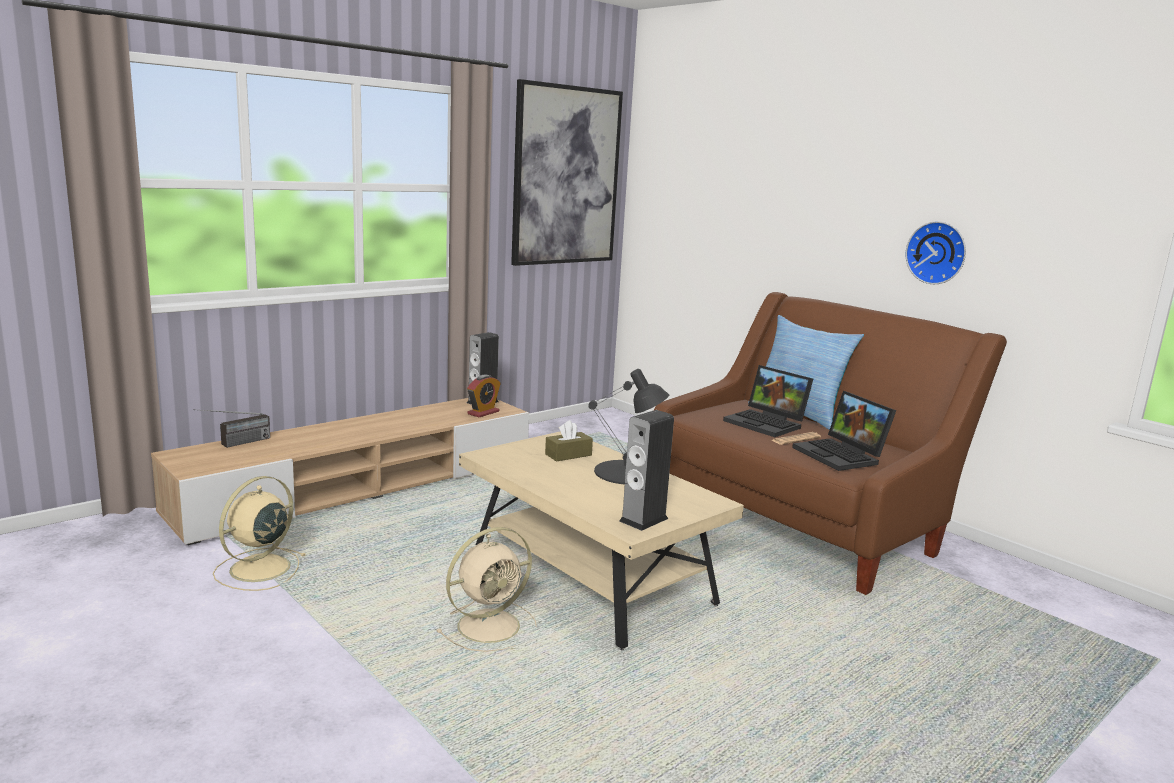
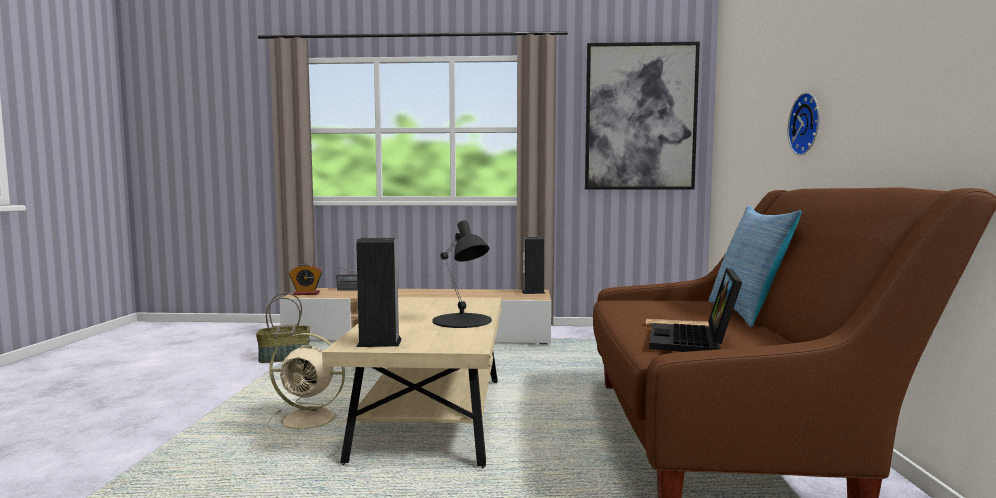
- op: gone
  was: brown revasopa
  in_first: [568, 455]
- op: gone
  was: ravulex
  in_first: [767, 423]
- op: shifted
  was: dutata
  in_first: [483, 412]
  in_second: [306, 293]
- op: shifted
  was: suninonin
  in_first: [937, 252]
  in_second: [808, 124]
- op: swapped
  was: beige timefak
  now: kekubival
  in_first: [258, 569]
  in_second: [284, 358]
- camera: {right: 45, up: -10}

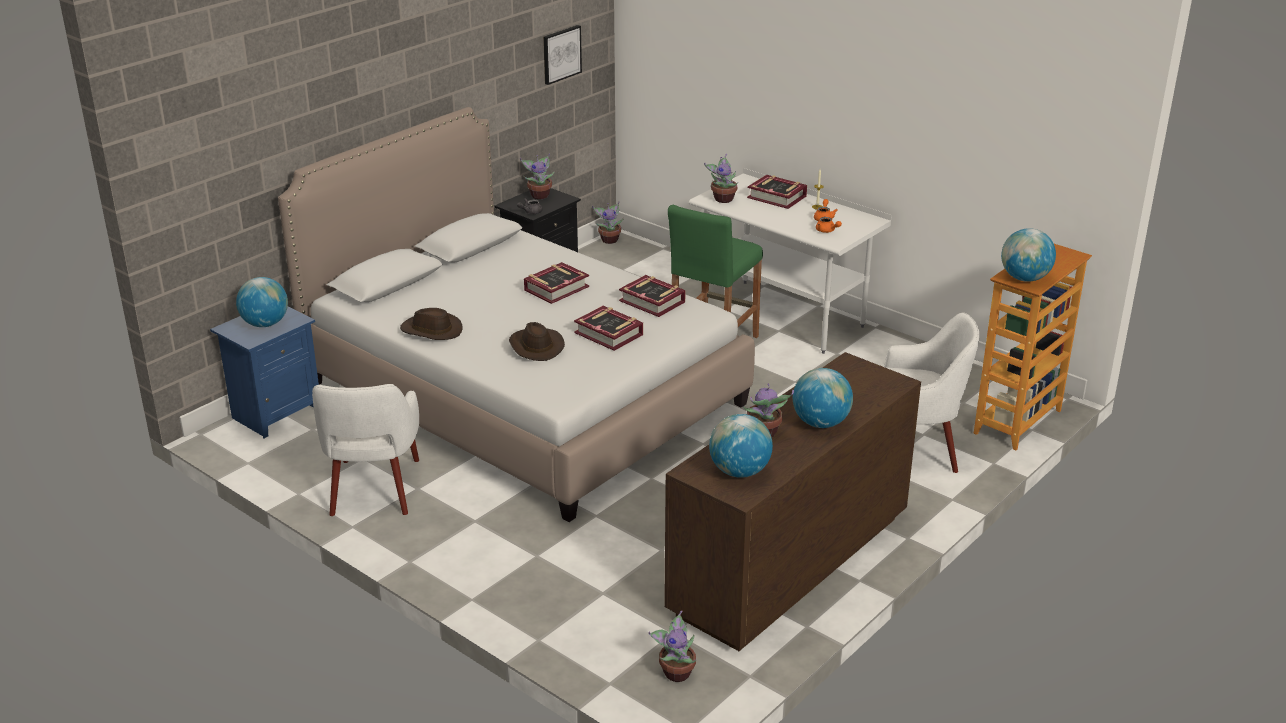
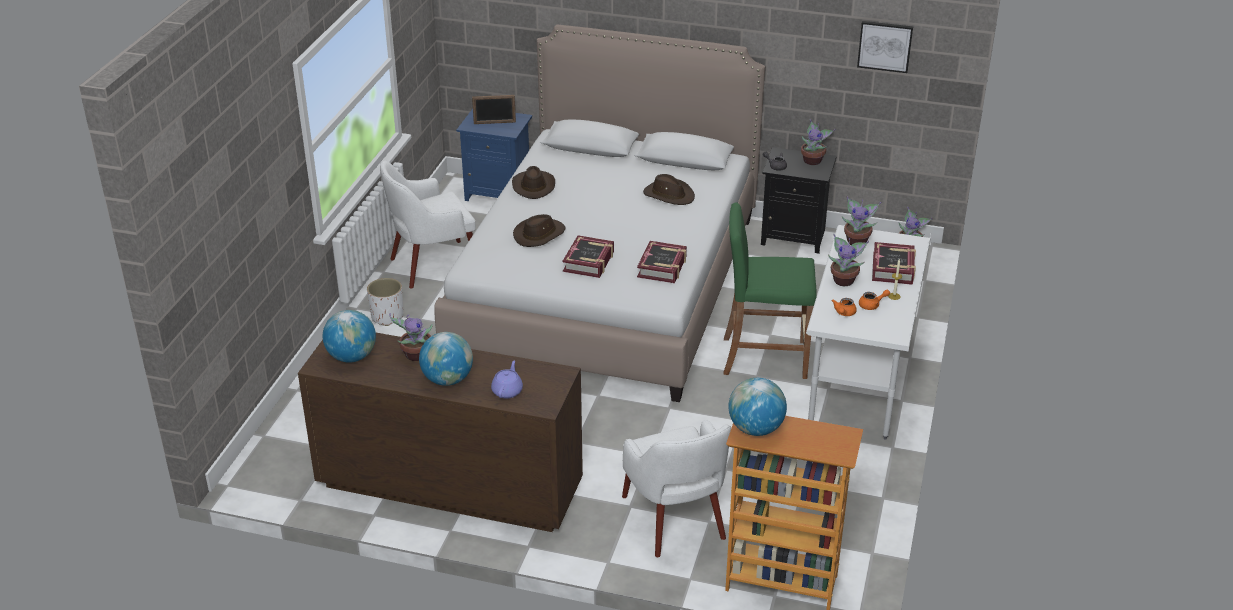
- op: gone
  was: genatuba
  in_first: [556, 288]
- op: new
  now: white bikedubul
  in_second: [387, 317]
- op: new
  now: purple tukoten
  in_second: [507, 391]
- op: new
  now: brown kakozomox
  in_second: [669, 195]
- op: shifted
  was: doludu
  in_first: [676, 672]
  in_second: [844, 280]
- op: swapped
  was: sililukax
  now: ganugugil
  in_first: [265, 324]
  in_second: [494, 123]
- camera: {right: 65, up: 5}

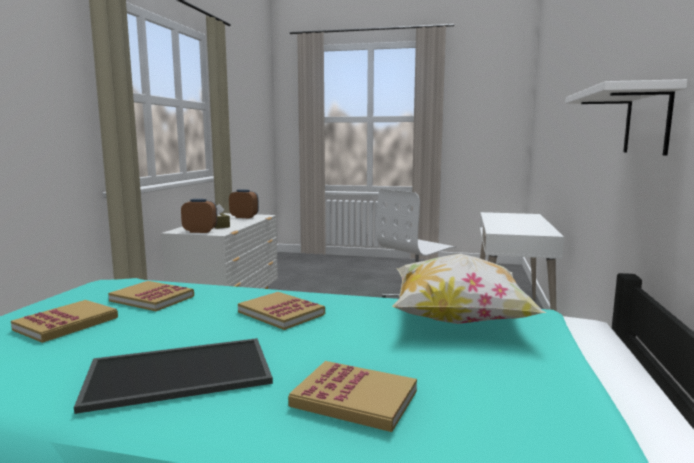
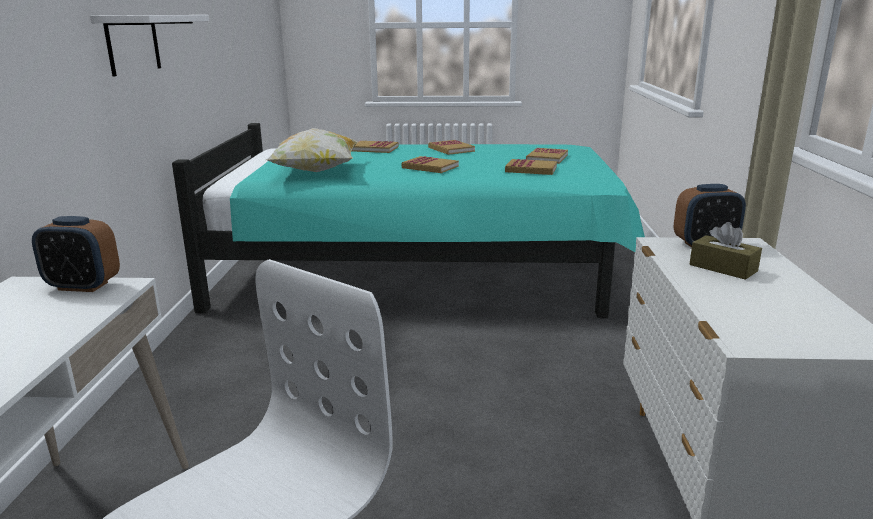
- op: shifted
  was: dutata
  in_first: [244, 217]
  in_second: [83, 286]
- op: swapped
  was: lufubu
  now: genatuba
  in_first: [177, 375]
  in_second: [451, 149]
- camera: {right: 170, up: 10}

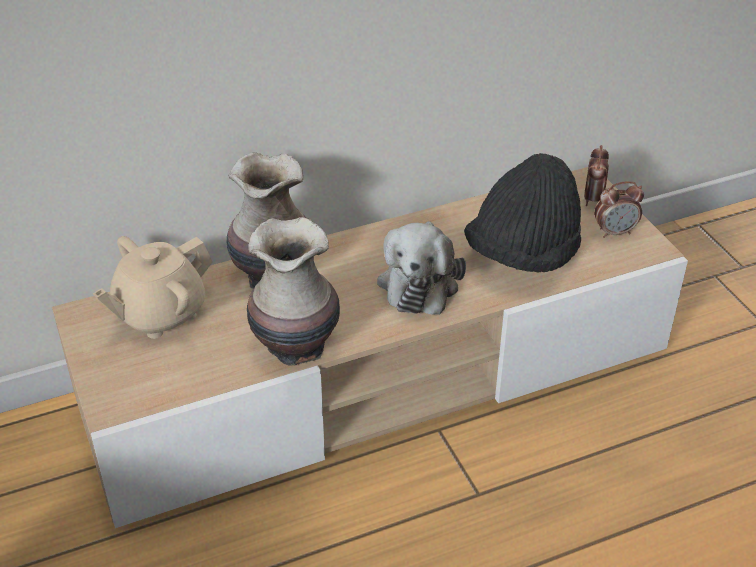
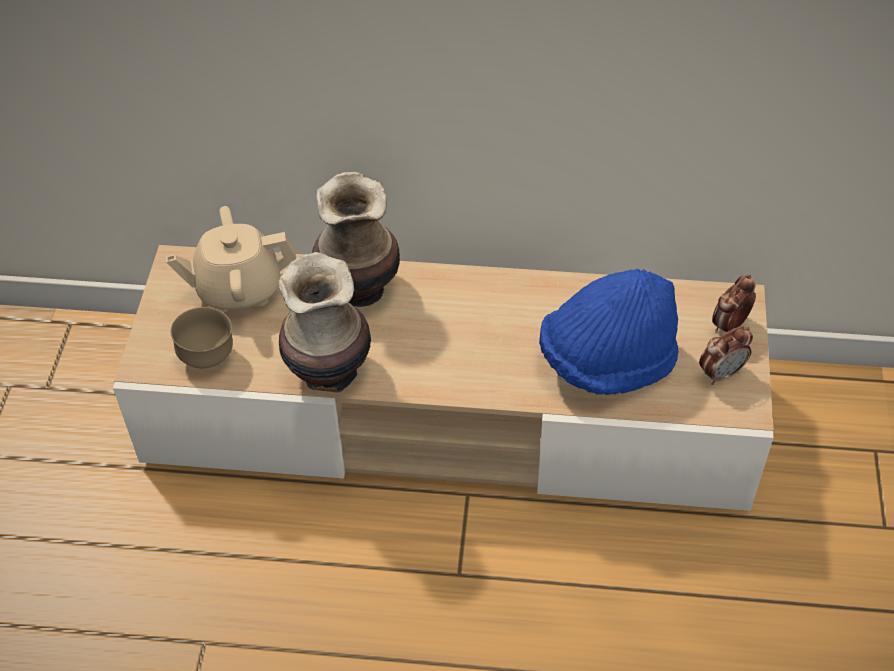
- op: gone
  was: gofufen
  in_first: [419, 282]
- op: new
  now: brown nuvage
  in_second: [208, 357]
- op: repainted
  was: black kakozomox
  now: blue kakozomox
  in_first: [523, 254]
  in_second: [607, 361]
- op: rotated
  was: dutata
  in_first: [615, 232]
  in_second: [721, 373]
  clockwise: -45
- camera: {right: 30, up: 10}

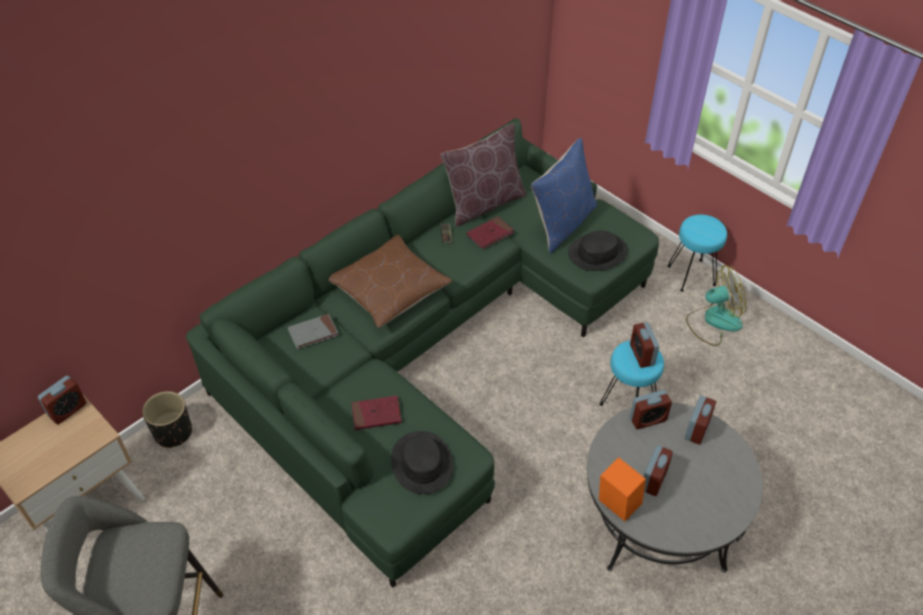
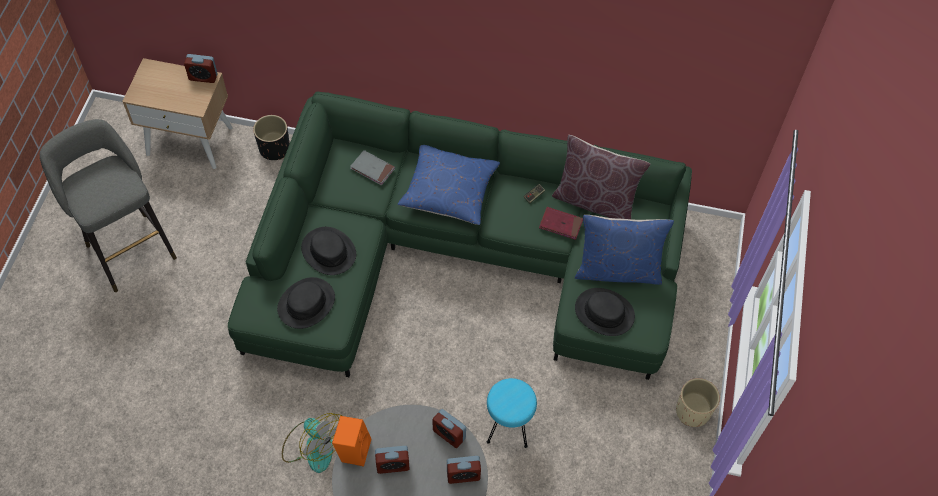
- op: gone
  was: dutata
  in_first: [642, 355]
- op: shifted
  was: timefak
  in_first: [713, 321]
  in_second: [313, 446]
- op: swapped
  was: red genatuba
  now: black kakozomox
  in_first: [376, 414]
  in_second: [329, 251]
- op: swapped
  was: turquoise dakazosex
  now: beige bikedubul
  in_first: [692, 275]
  in_second: [693, 411]
- op: repainted
  was: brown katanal
  now: blue katanal
  in_first: [390, 290]
  in_second: [449, 191]
- camera: {right: 55, up: 10}

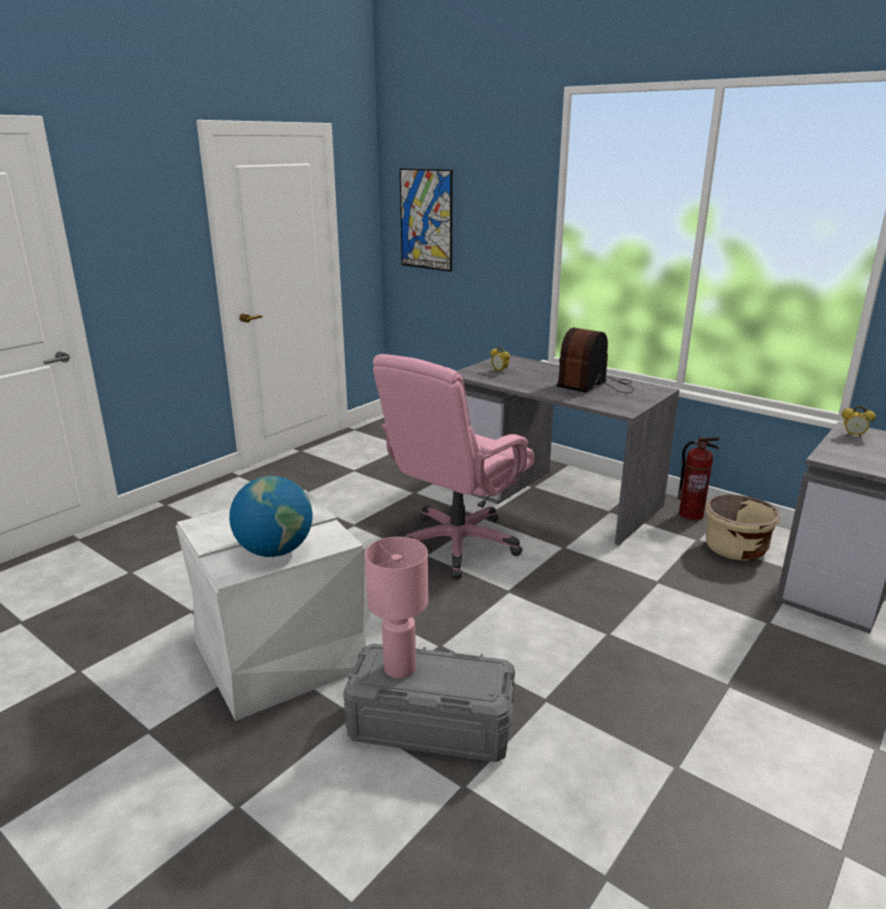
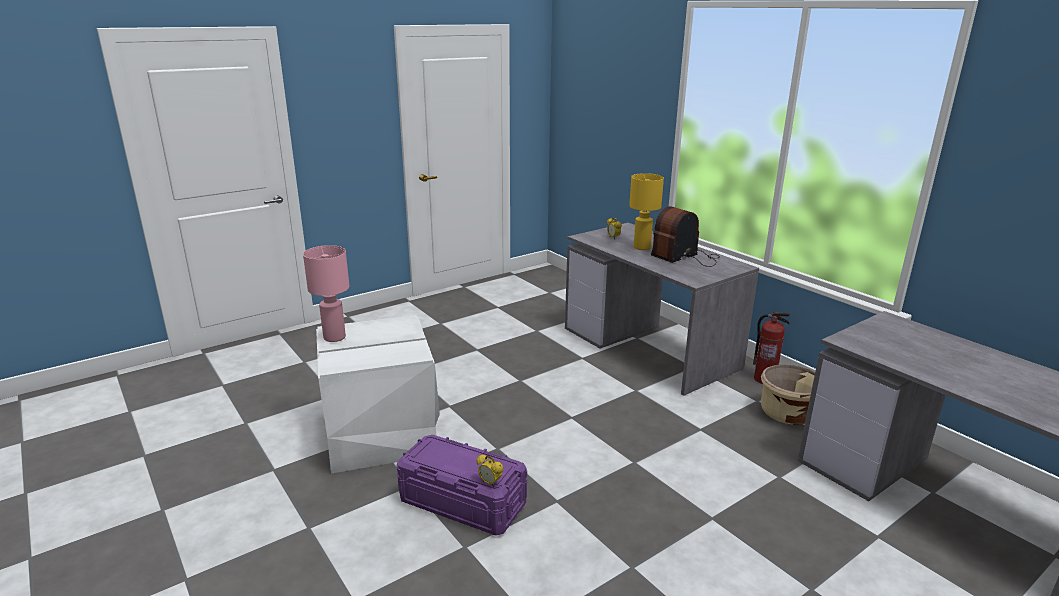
- op: gone
  was: sililukax
  in_first: [274, 551]
- op: gone
  was: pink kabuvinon
  in_first: [457, 544]
- op: gone
  was: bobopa
  in_first: [426, 219]
- op: new
  now: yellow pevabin
  in_second: [641, 248]
- op: shifted
  was: pink pevabin
  in_first: [399, 669]
  in_second: [334, 338]
- op: shifted
  was: dutata
  in_first: [853, 436]
  in_second: [490, 483]
- op: repainted
  was: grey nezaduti
  now: purple nezaduti
  in_first: [431, 725]
  in_second: [462, 502]
- camera: {right: 15, up: 0}

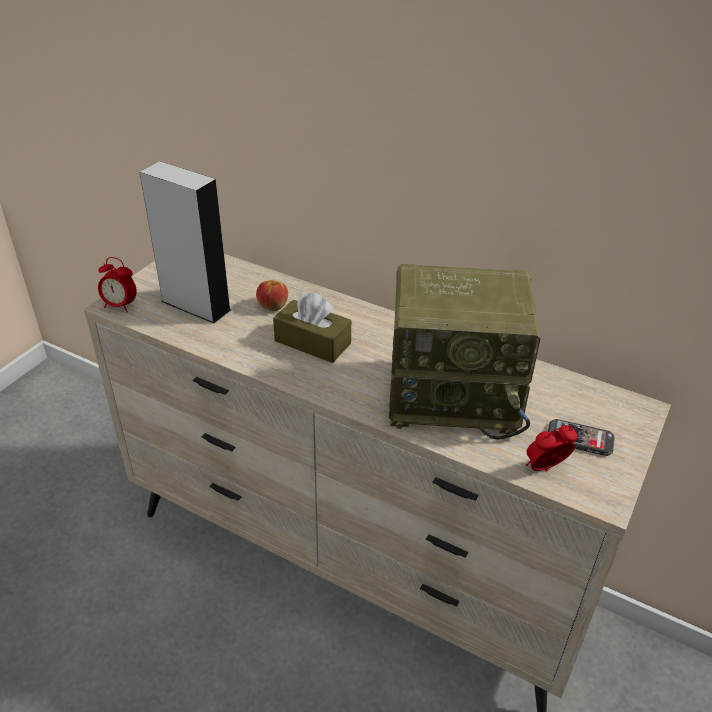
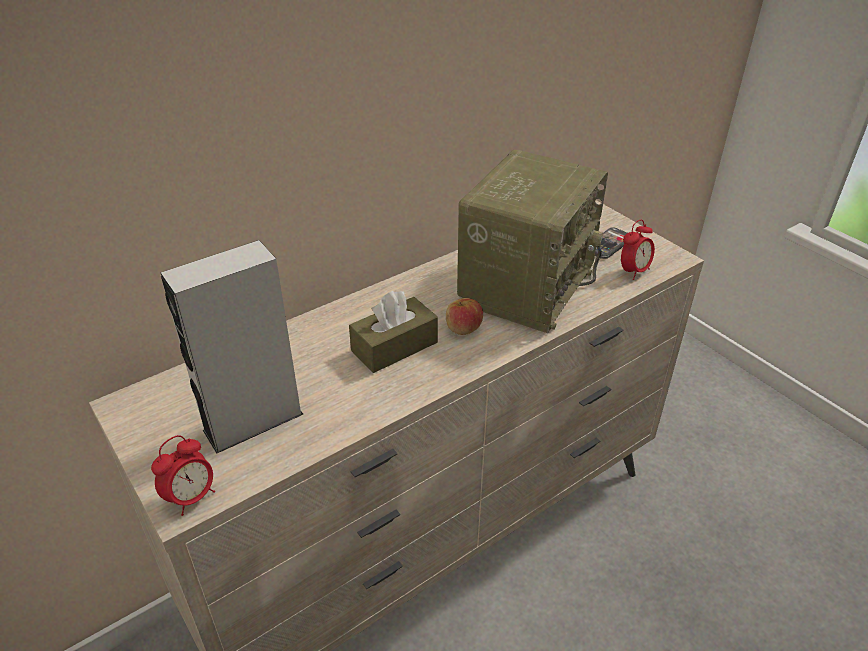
- op: shifted
  was: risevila
  in_first: [272, 306]
  in_second: [463, 328]
- op: rotated
  was: dutata
  in_first: [545, 469]
  in_second: [633, 271]
  clockwise: -135
- camera: {right: -65, up: 0}

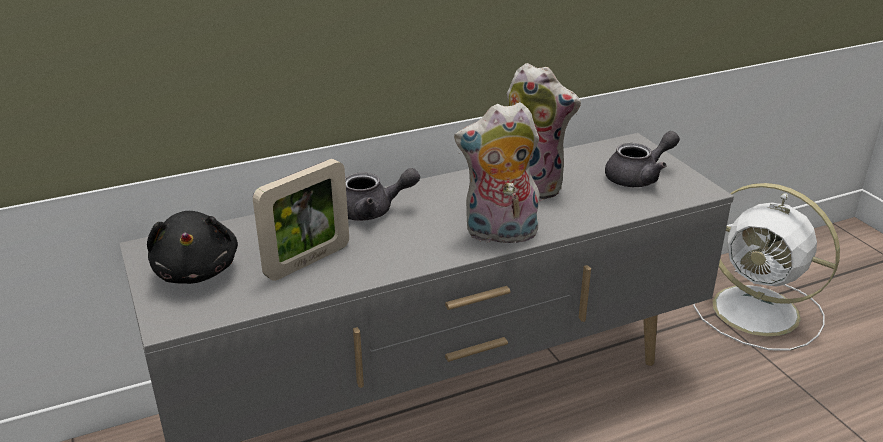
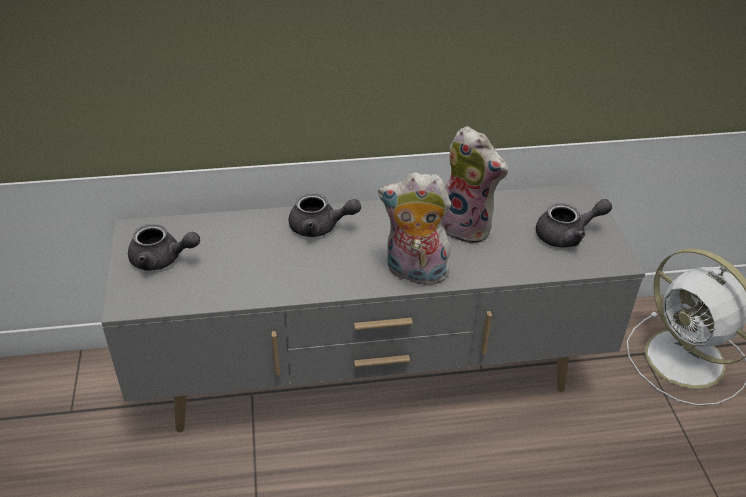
- op: gone
  was: ganugugil
  in_first: [307, 261]
- op: swapped
  was: black gofufen
  now: grey tukoten
  in_first: [197, 271]
  in_second: [162, 260]
- camera: {right: 15, up: 10}

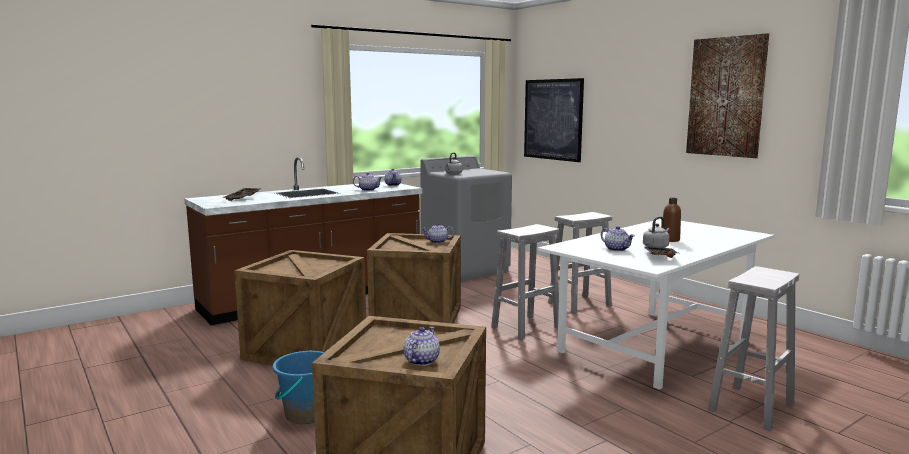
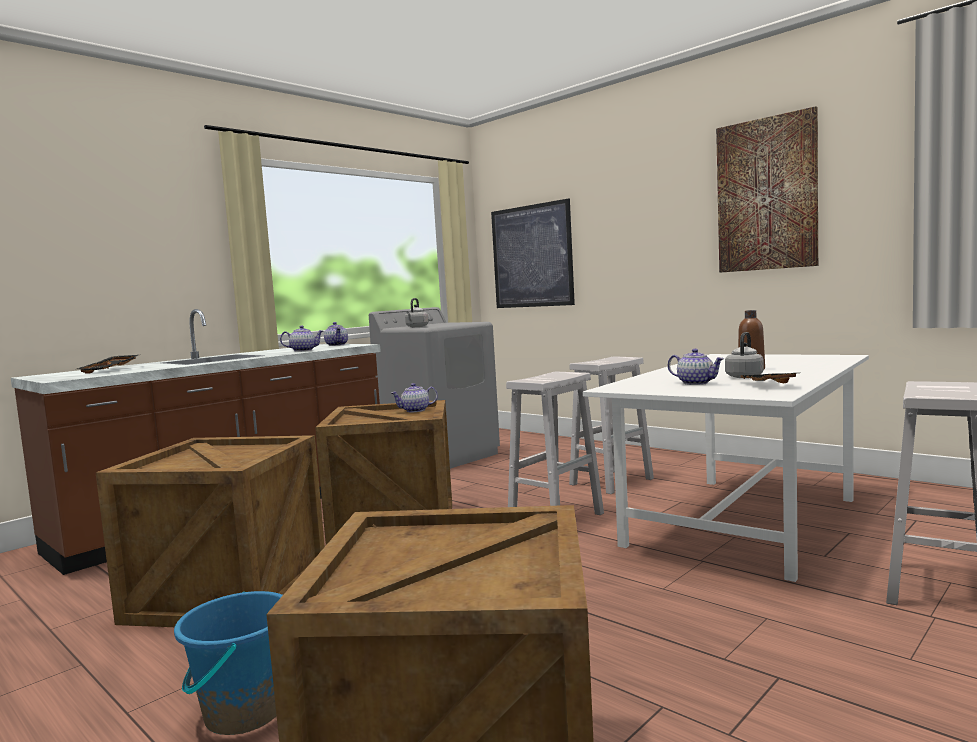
- op: gone
  was: tukoten
  in_first: [421, 361]
- camera: {right: -10, up: -5}

